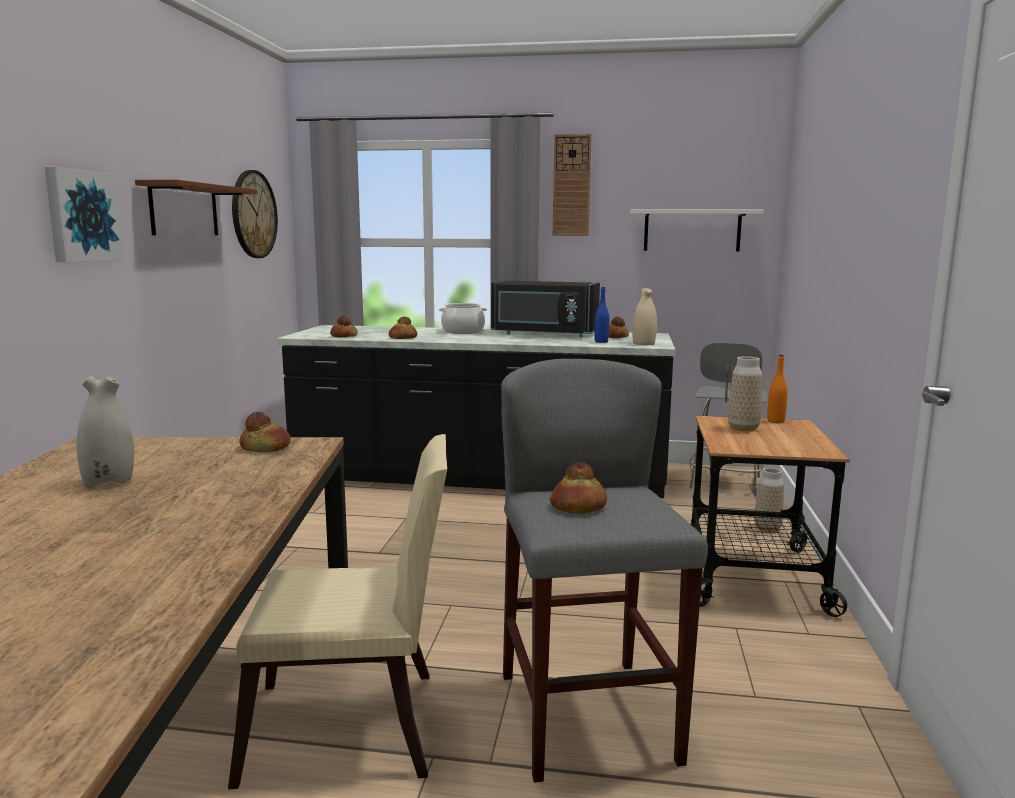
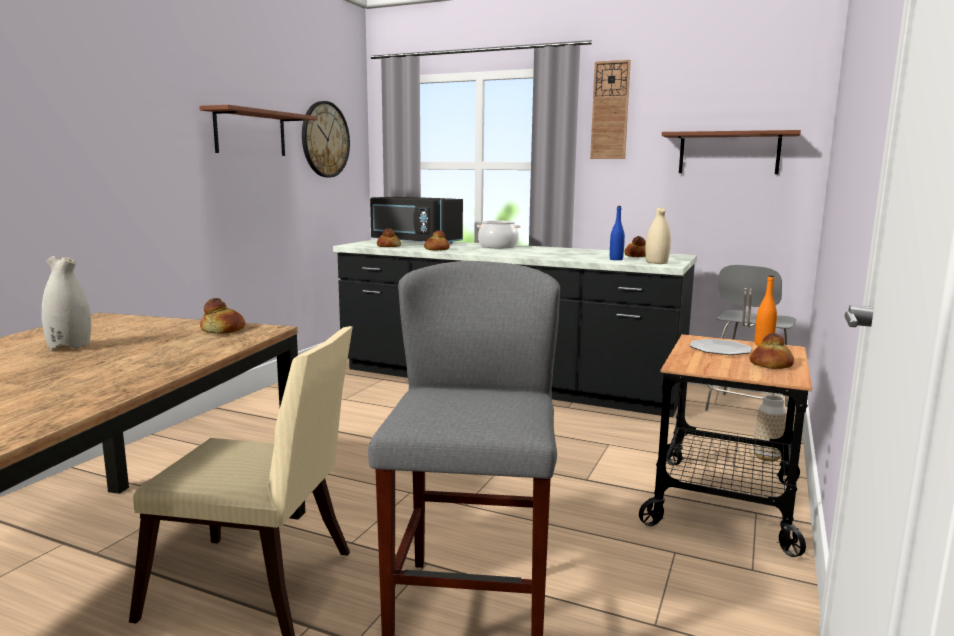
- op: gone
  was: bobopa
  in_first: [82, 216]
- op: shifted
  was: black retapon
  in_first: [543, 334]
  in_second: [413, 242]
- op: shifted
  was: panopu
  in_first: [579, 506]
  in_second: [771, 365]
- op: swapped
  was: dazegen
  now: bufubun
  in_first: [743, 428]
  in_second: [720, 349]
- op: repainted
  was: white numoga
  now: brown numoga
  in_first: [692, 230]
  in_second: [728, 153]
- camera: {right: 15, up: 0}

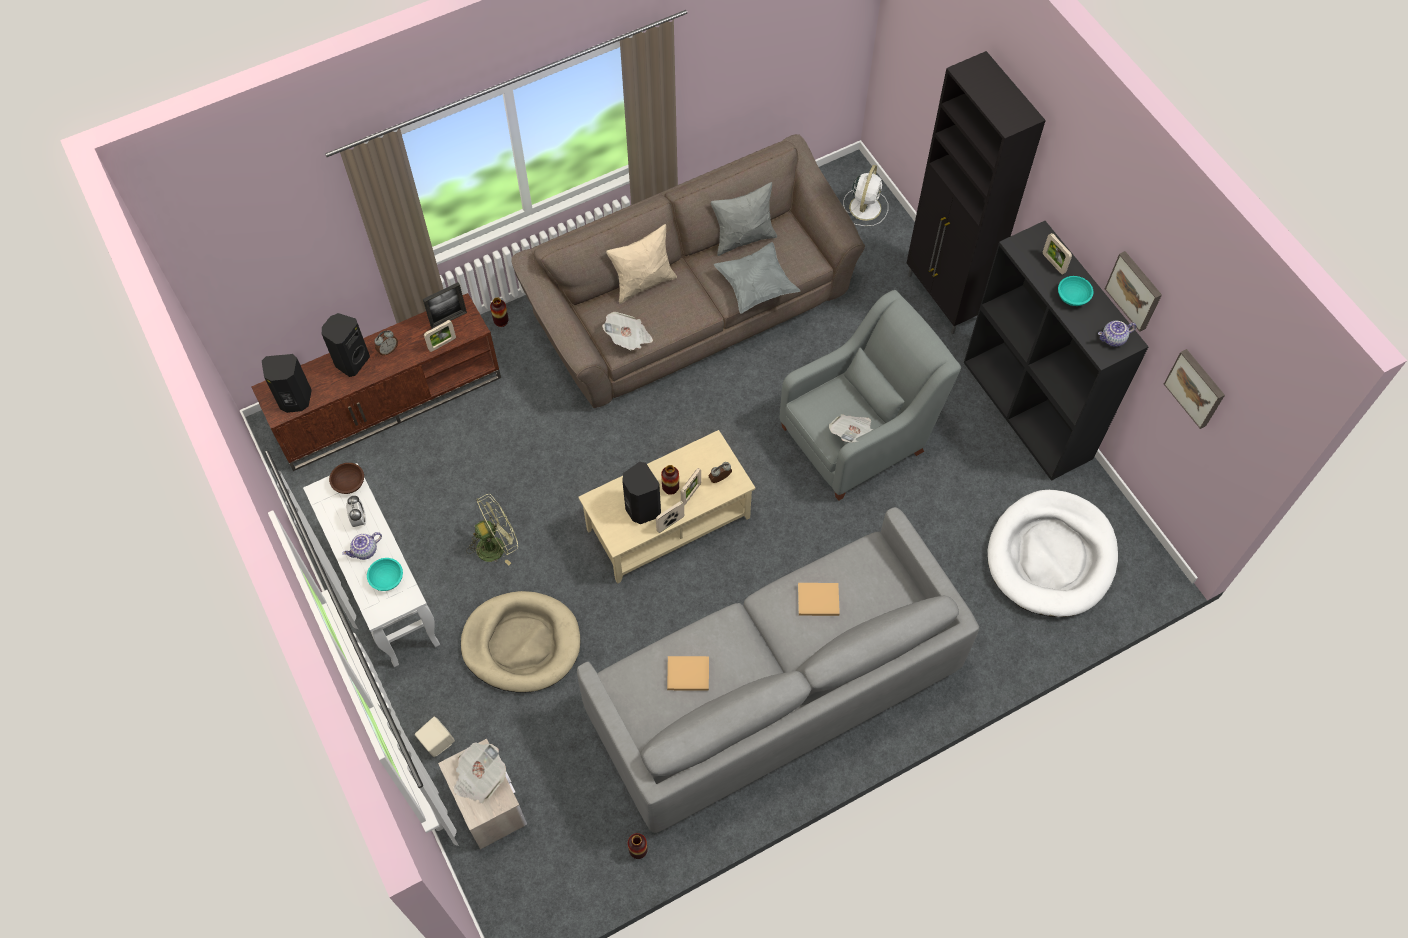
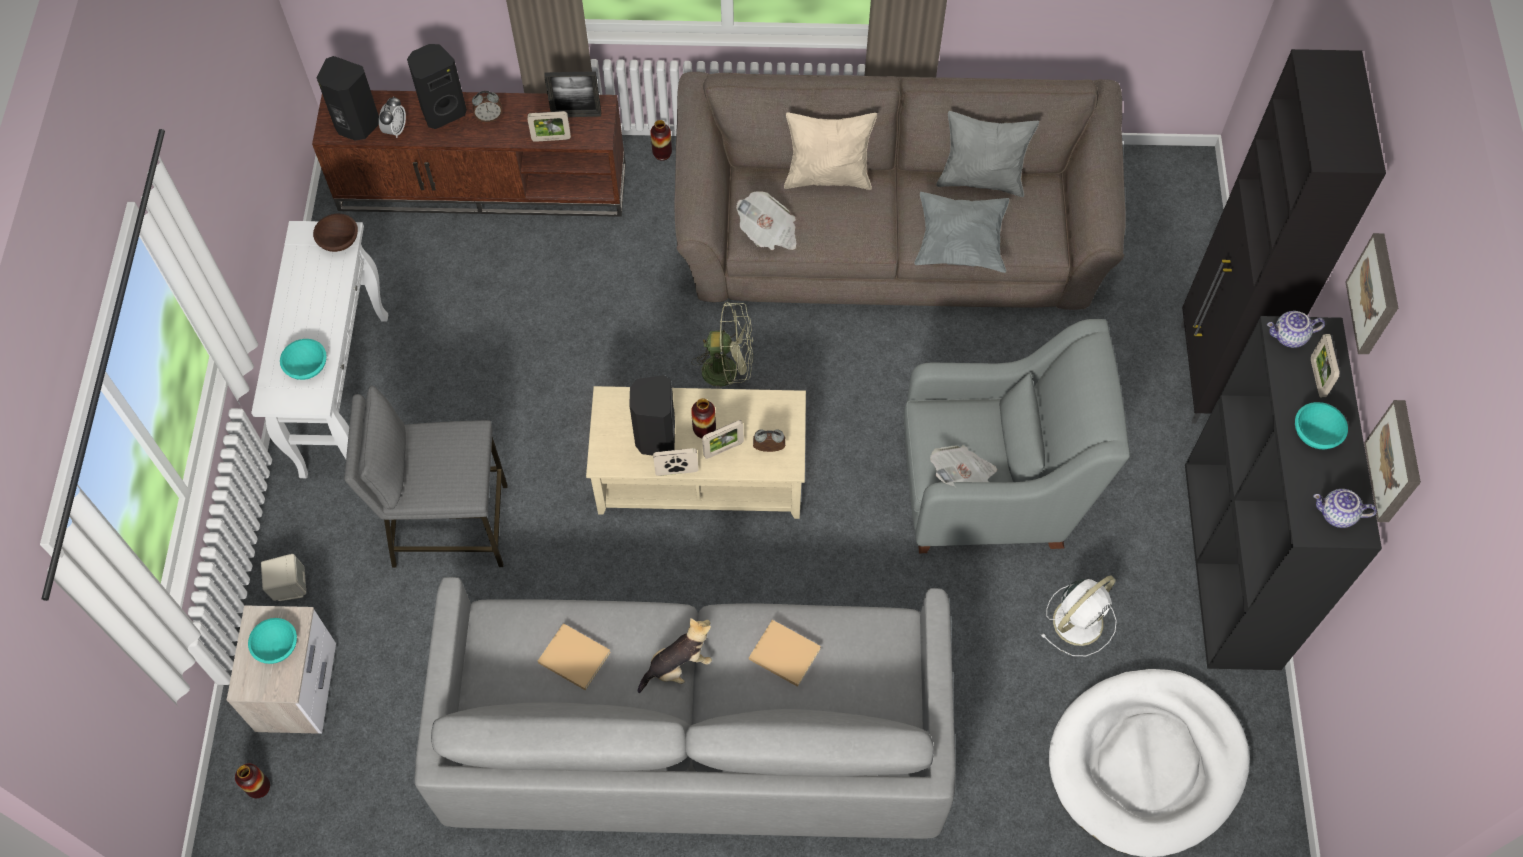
- op: new
  now: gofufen
  in_second: [678, 666]
- op: shifted
  was: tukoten
  in_first: [365, 551]
  in_second: [1289, 337]
- op: shifted
  was: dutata
  in_first: [359, 519]
  in_second: [395, 130]
- op: shifted
  was: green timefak
  in_first: [496, 545]
  in_second: [728, 370]
- op: shifted
  was: dazegen
  in_first: [638, 850]
  in_second: [259, 788]
- op: shifted
  was: white timefak
  in_first: [865, 206]
  in_second: [1079, 620]
- op: shifted
  was: bobopa
  in_first: [1196, 387]
  in_second: [1376, 294]
- op: swapped
  was: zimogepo
  now: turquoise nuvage
  in_first: [479, 777]
  in_second: [276, 647]
- op: swapped
  was: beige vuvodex
  now: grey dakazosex
  in_first: [521, 643]
  in_second: [450, 526]
- camera: {right: 30, up: 0}

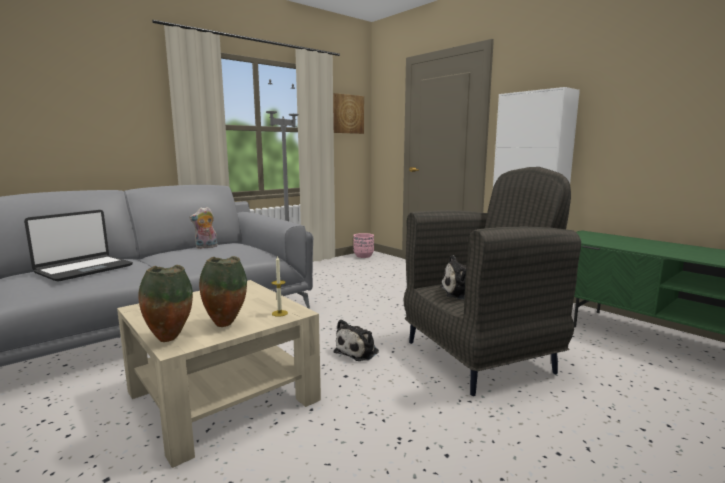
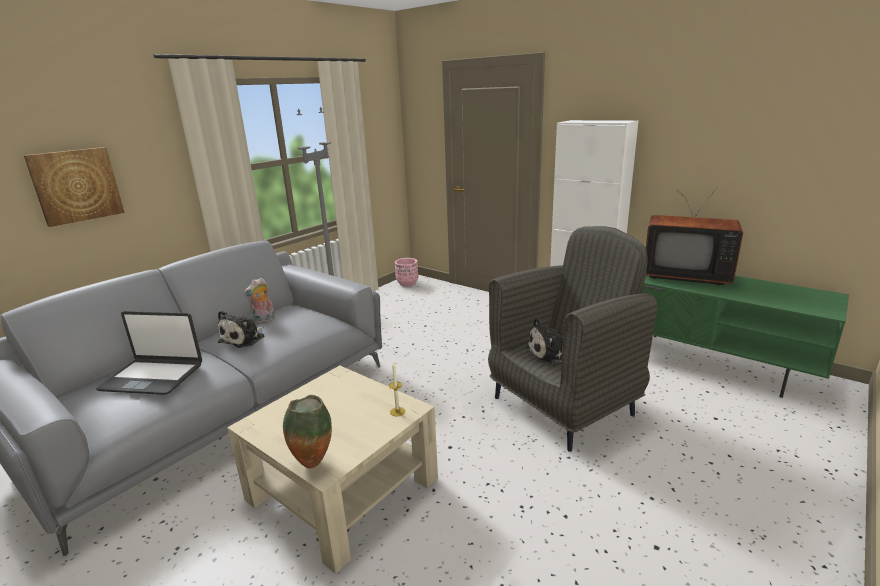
- op: gone
  was: dazegen
  in_first: [226, 324]
- op: new
  now: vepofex
  in_second: [684, 275]
- op: shifted
  was: bobopa
  in_first: [347, 114]
  in_second: [76, 185]
- op: shifted
  was: gofufen
  in_first: [358, 351]
  in_second: [244, 339]
- op: rotated
  was: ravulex
  in_first: [84, 269]
  in_second: [153, 377]
  clockwise: 75
- camera: {right: -10, up: 10}

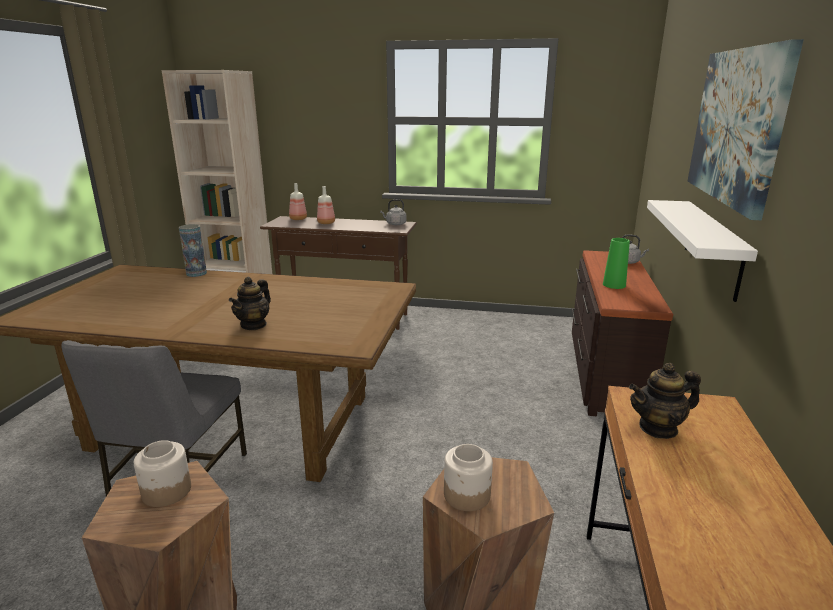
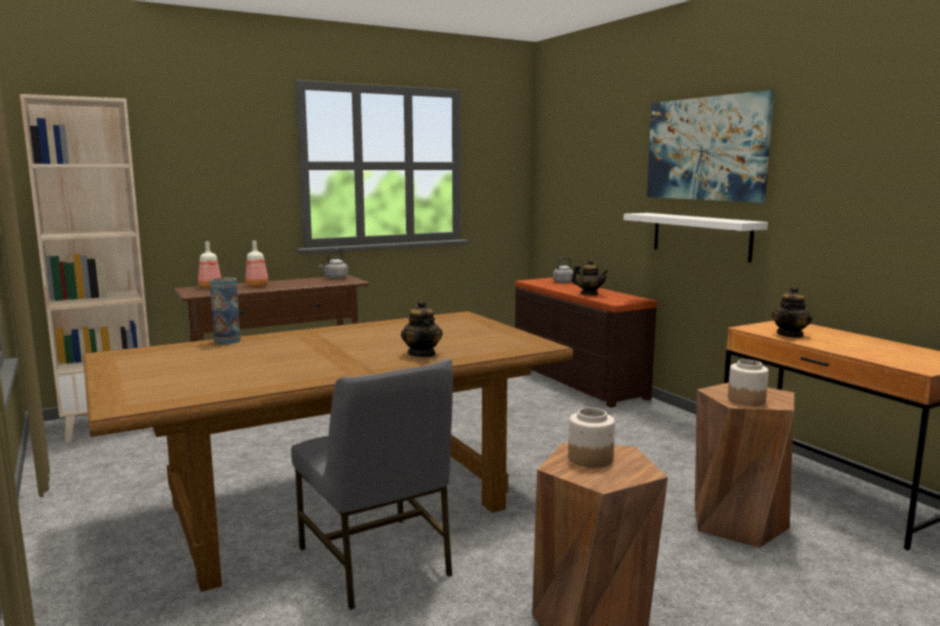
- op: swapped
  was: green dazegen
  now: tukoten
  in_first: [614, 285]
  in_second: [589, 294]
- camera: {right: -40, up: -10}

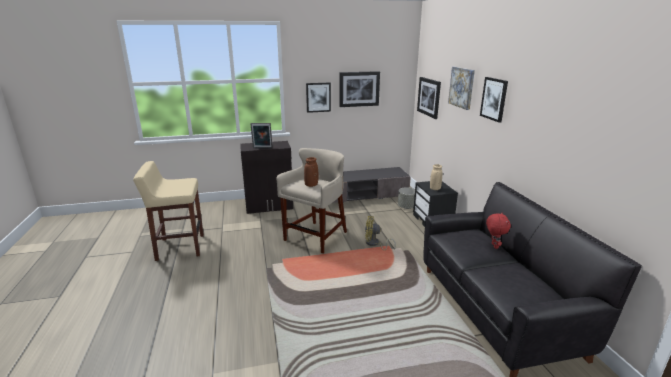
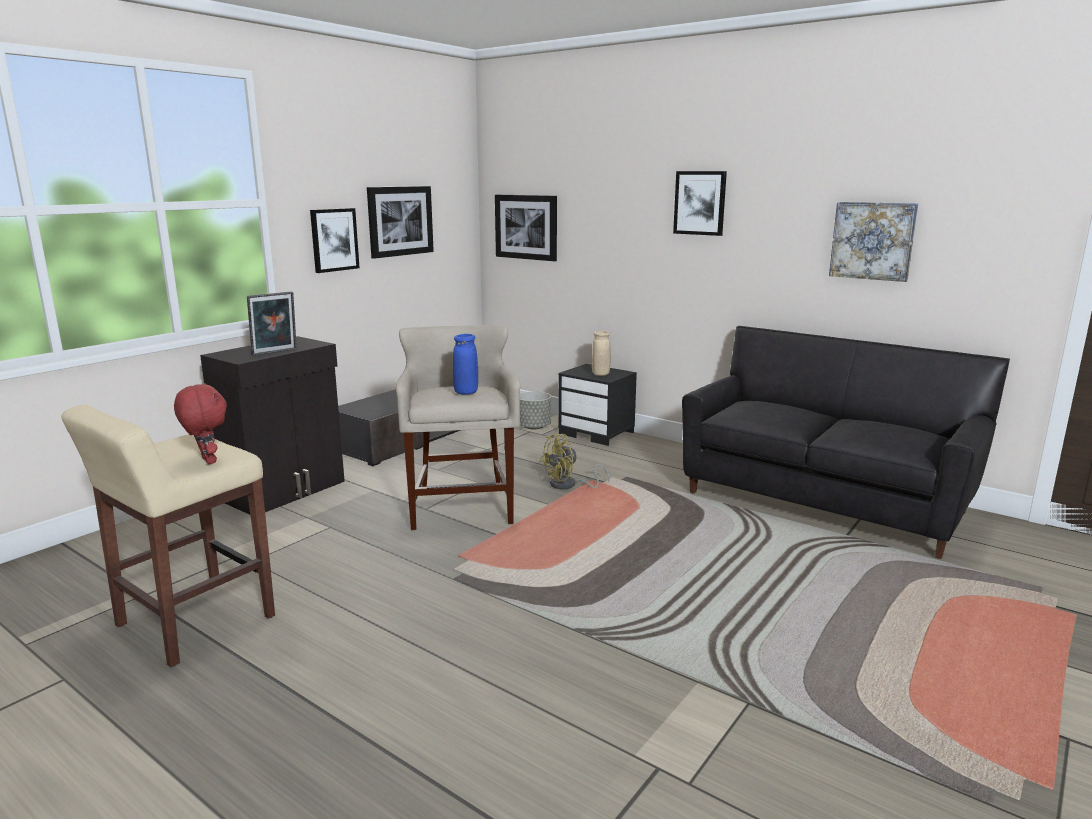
- op: shifted
  was: bobopa
  in_first: [462, 87]
  in_second: [872, 240]
- op: shifted
  was: red gofufen
  in_first: [494, 246]
  in_second: [207, 461]
- op: repainted
  was: brown dazegen
  now: blue dazegen
  in_first: [311, 185]
  in_second: [466, 392]
- camera: {right: -40, up: -5}

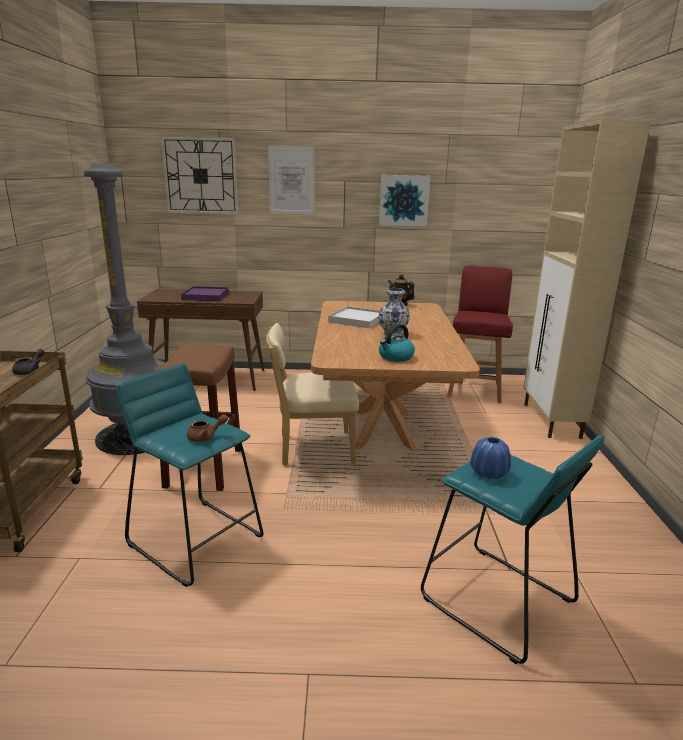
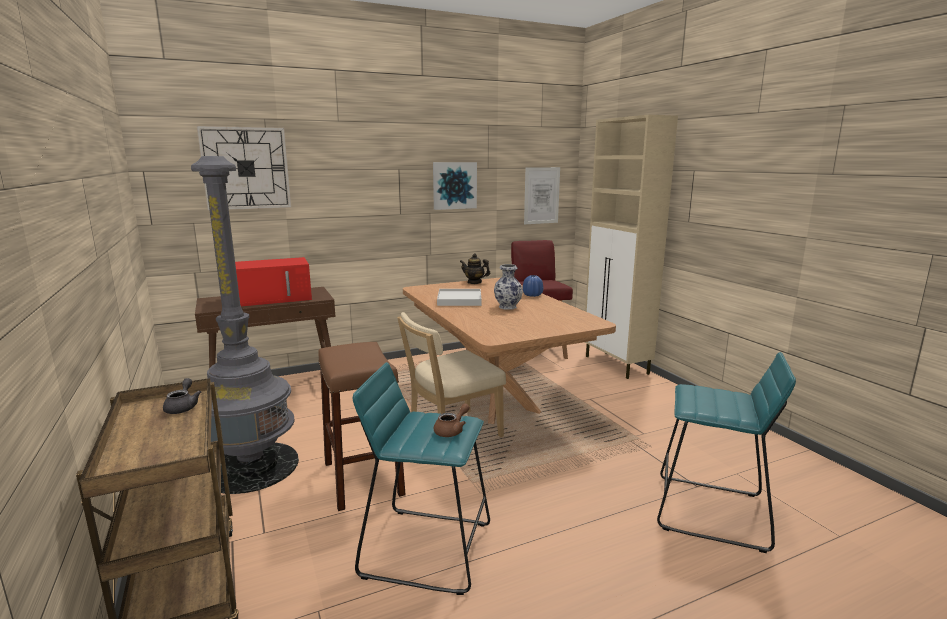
- op: gone
  was: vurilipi
  in_first: [395, 357]
- op: shifted
  was: bobopa
  in_first: [291, 180]
  in_second: [541, 195]
- op: shifted
  was: blue dazegen
  in_first: [488, 473]
  in_second: [532, 295]
- op: swapped
  was: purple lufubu
  now: red retapon
  in_first: [206, 296]
  in_second: [270, 298]
- camera: {right: -25, up: -5}

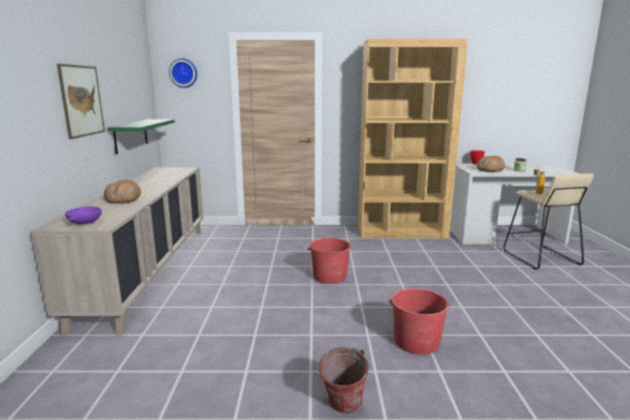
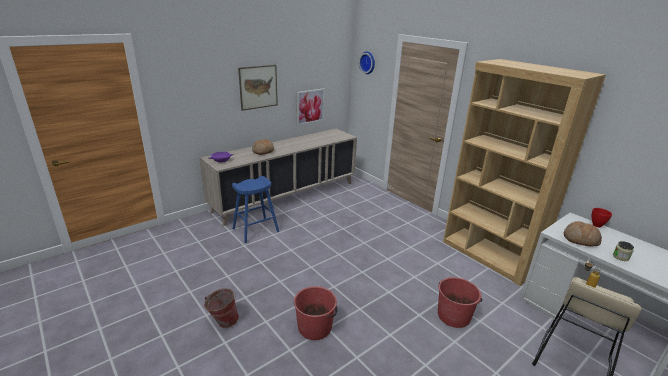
- op: new
  now: blue dakazosex
  in_second: [256, 230]
- op: shifted
  was: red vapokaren
  in_first: [329, 276]
  in_second: [453, 315]
- op: swapped
  was: green numoga
  now: bobopa
  in_first: [131, 135]
  in_second: [310, 106]
- camera: {right: 50, up: 10}

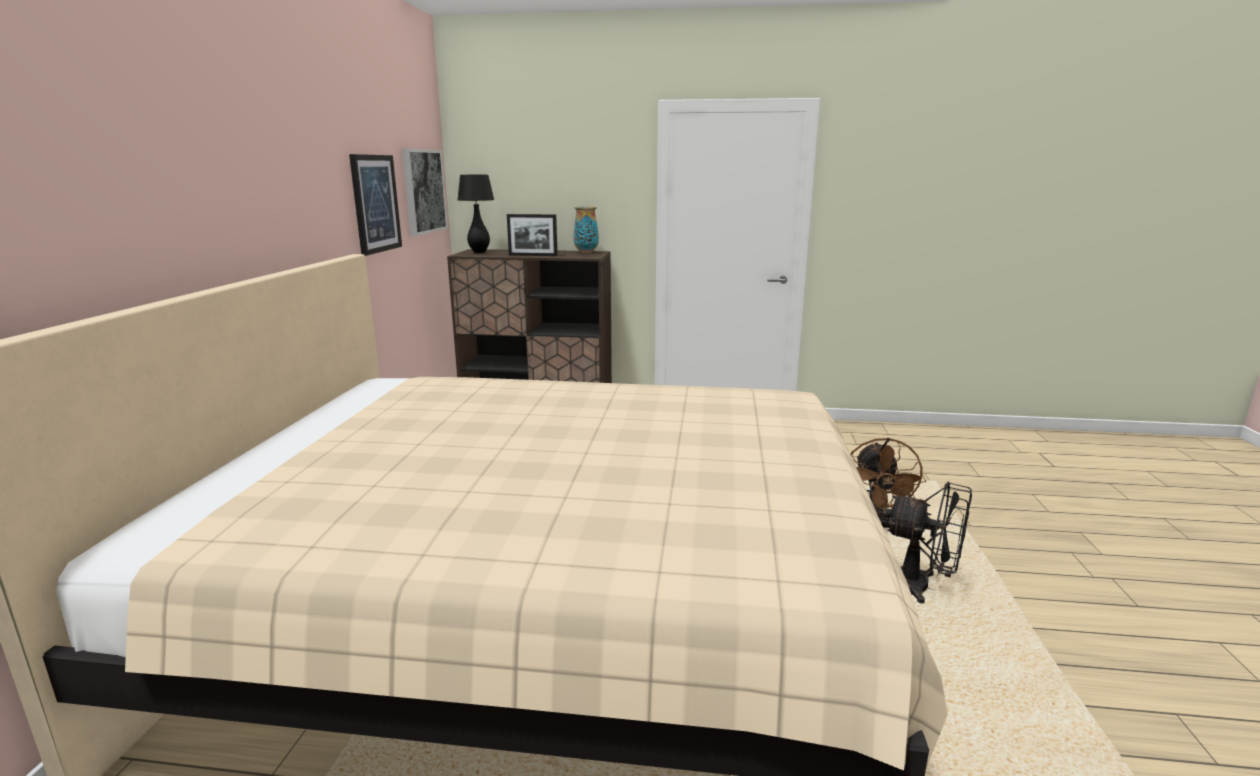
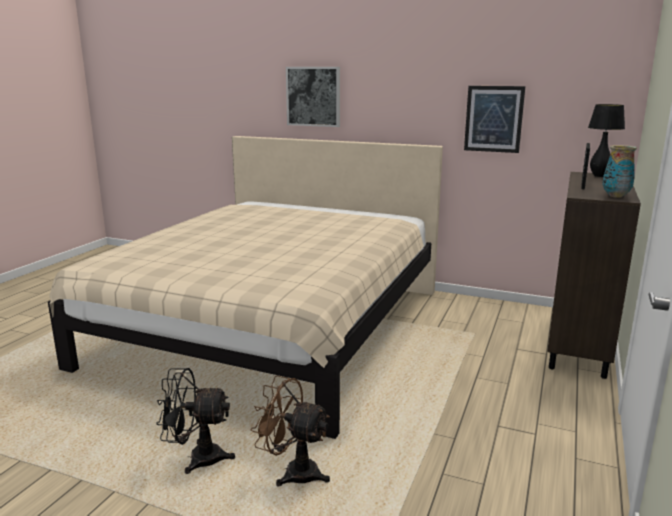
- op: shifted
  was: bobopa
  in_first: [423, 191]
  in_second: [313, 96]
- op: rotated
  was: black timefak
  in_first: [920, 587]
  in_second: [197, 458]
  clockwise: 45
- camera: {right: 105, up: 0}

